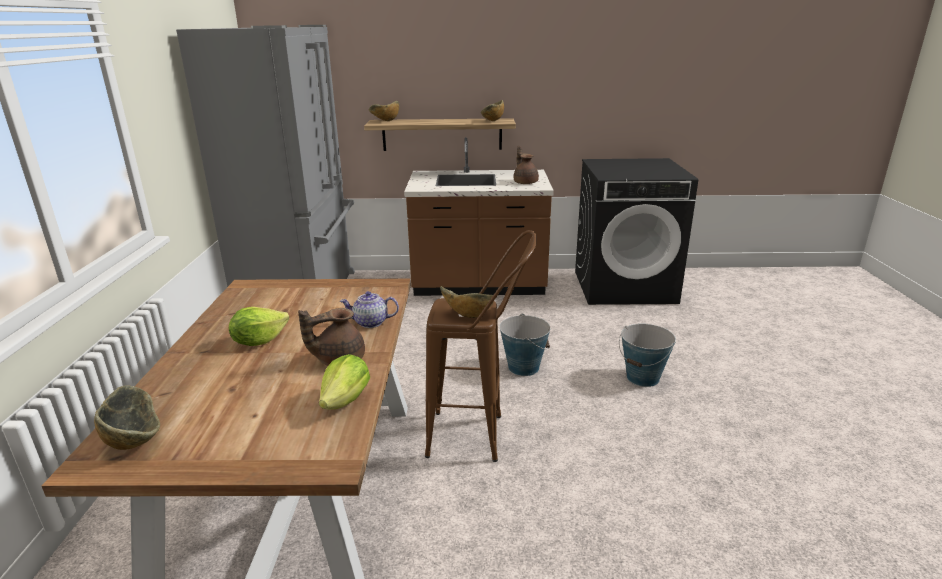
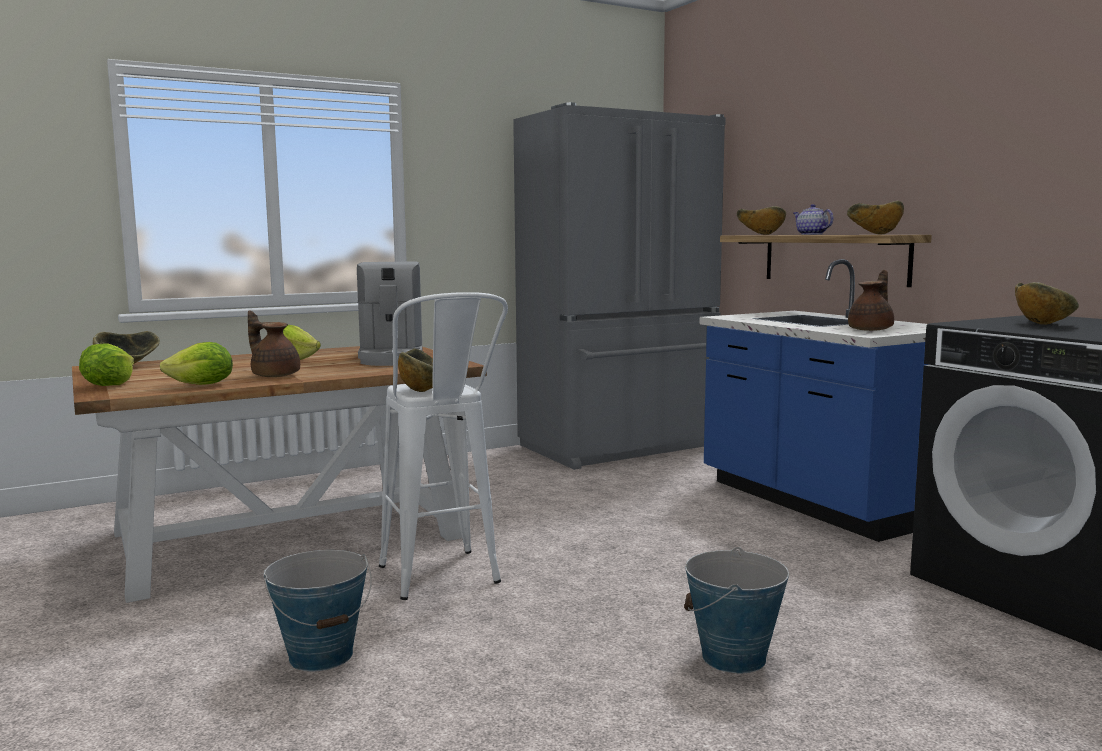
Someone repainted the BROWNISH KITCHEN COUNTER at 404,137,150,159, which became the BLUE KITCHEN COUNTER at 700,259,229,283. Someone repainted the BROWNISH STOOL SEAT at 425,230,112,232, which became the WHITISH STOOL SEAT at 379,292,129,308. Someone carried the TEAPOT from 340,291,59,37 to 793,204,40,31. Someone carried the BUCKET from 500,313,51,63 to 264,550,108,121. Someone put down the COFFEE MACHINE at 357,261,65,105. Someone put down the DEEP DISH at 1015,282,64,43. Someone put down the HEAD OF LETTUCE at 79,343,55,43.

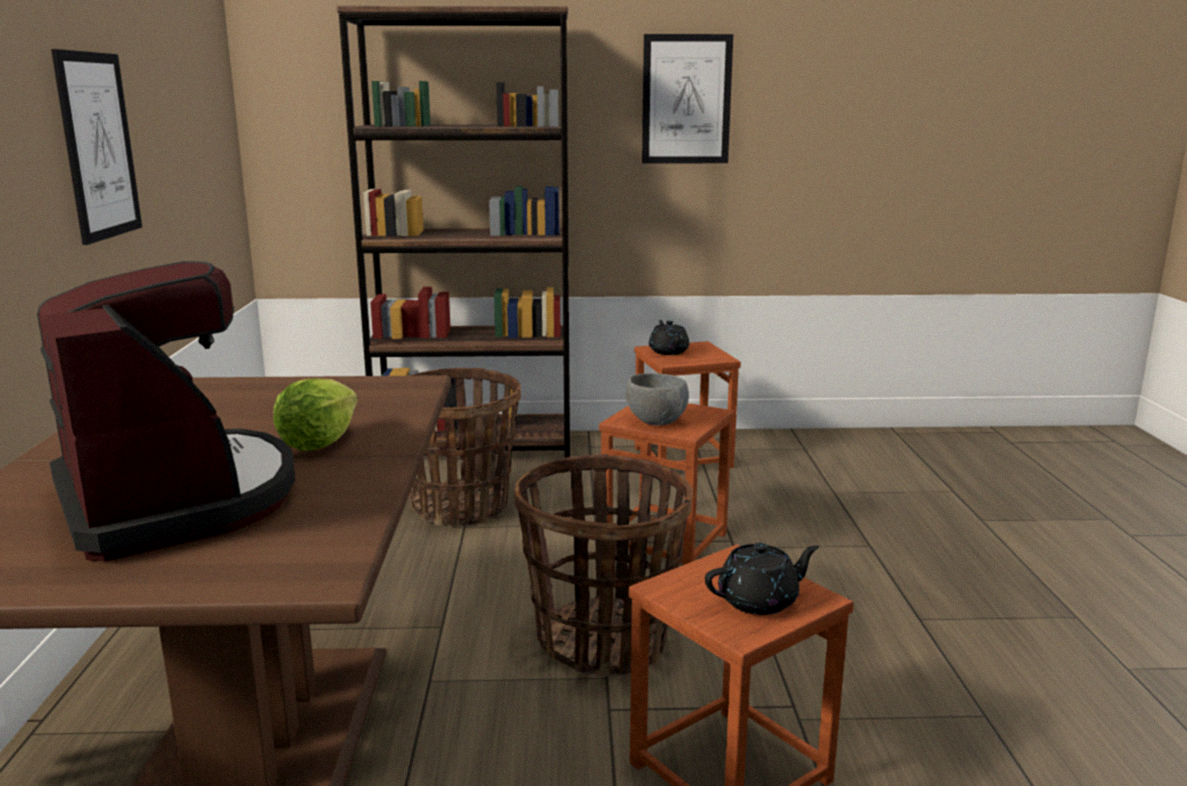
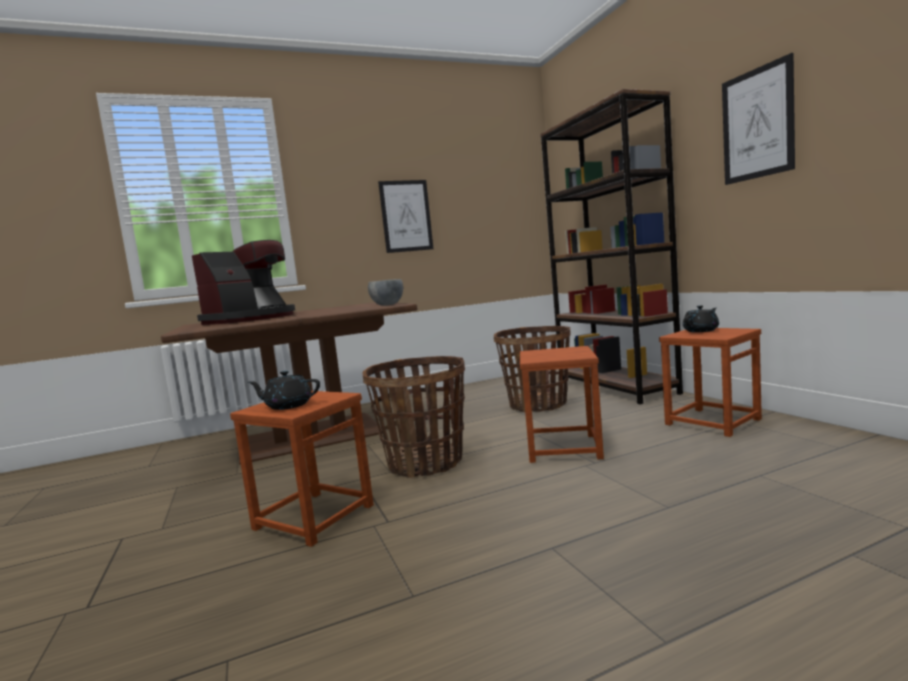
Someone carried the GRAY DEEP DISH from 625,373,64,52 to 368,279,35,27. Someone took away the HEAD OF LETTUCE at 273,378,85,73. Someone rotated the BLACK TEAPOT at 705,543,114,72 by 135 degrees clockwise.

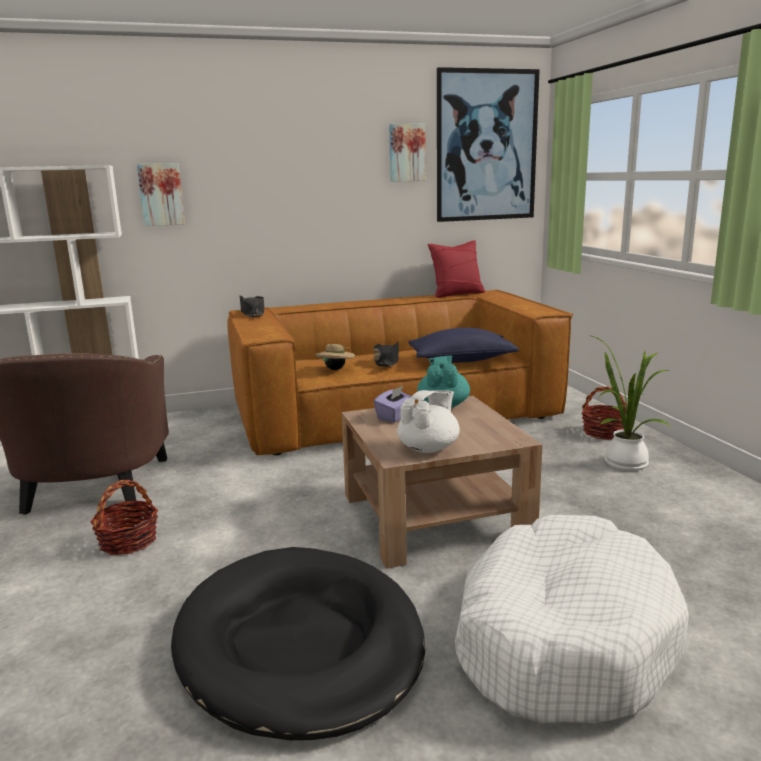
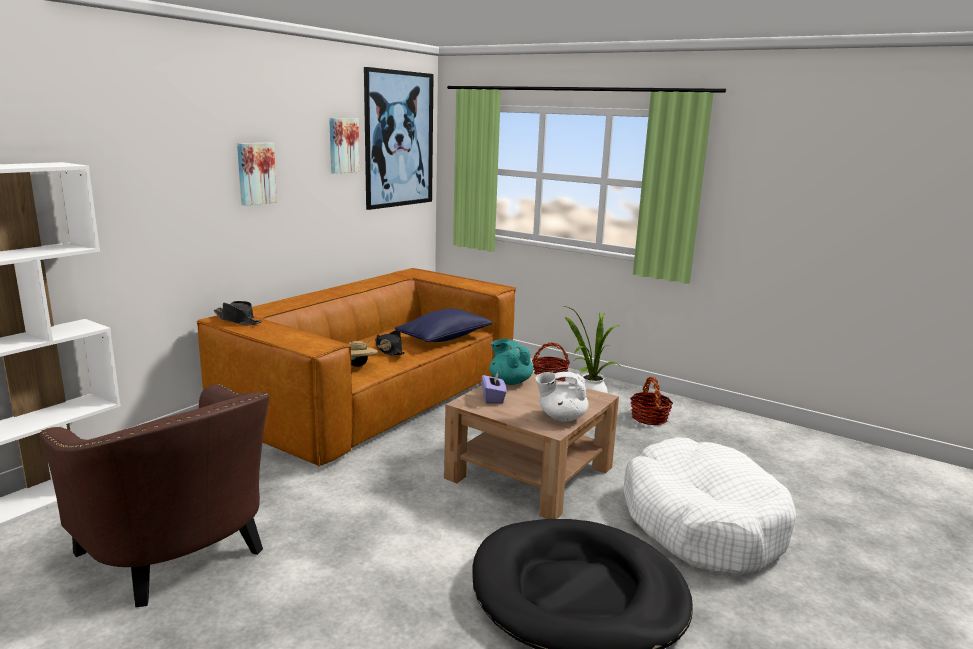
Someone carried the WALL PICTURE from 137,163,48,63 to 237,143,40,63. Someone took away the RED PILLOW at 428,240,57,58. Someone rotated the WHITISH TEAPOT at 397,390,63,63 by 90 degrees counterclockwise. Someone carried the BASKET from 90,480,68,75 to 630,377,43,48.

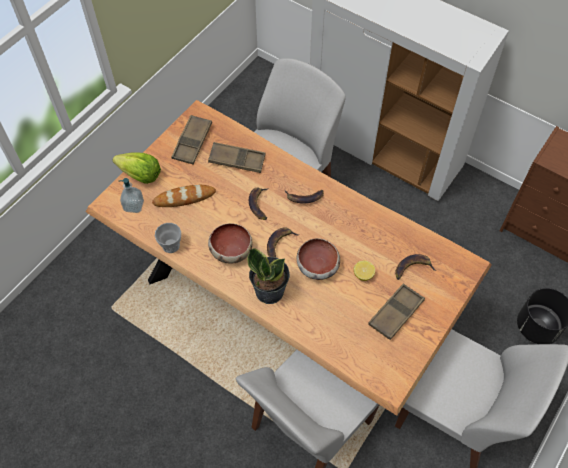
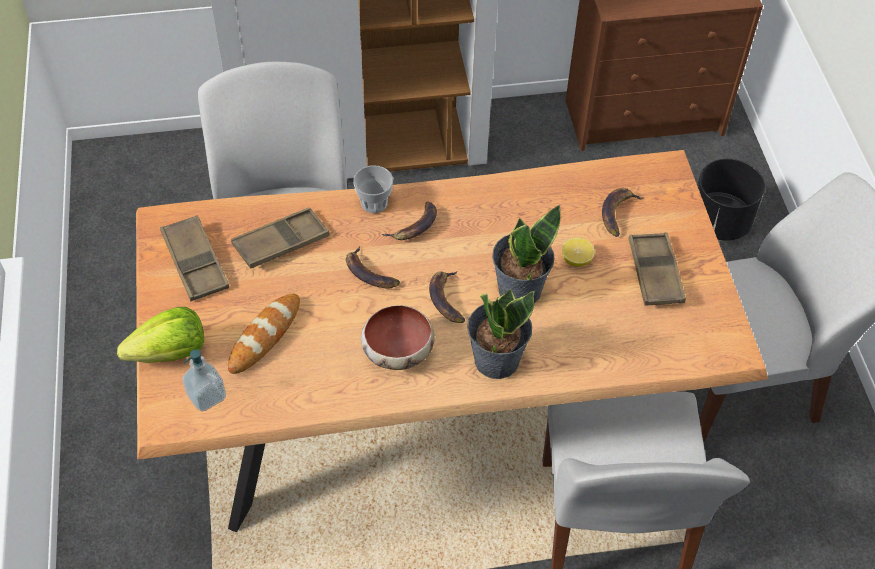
Someone carried the DRINKING CUP from 155,223,26,30 to 353,165,40,48. Someone swapped the DEEP DISH at 297,238,43,42 for the HOUSEPLANT at 492,205,69,99.

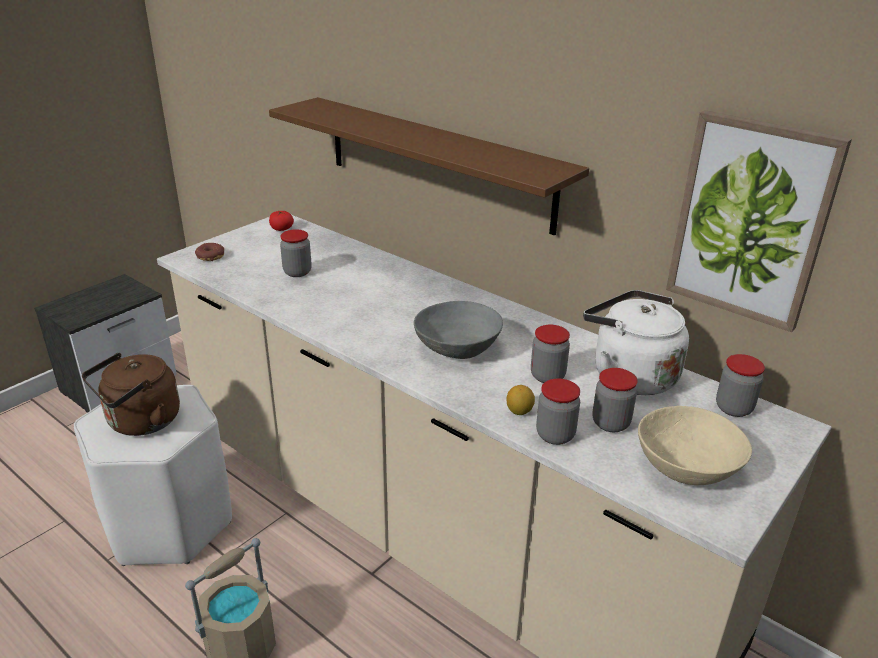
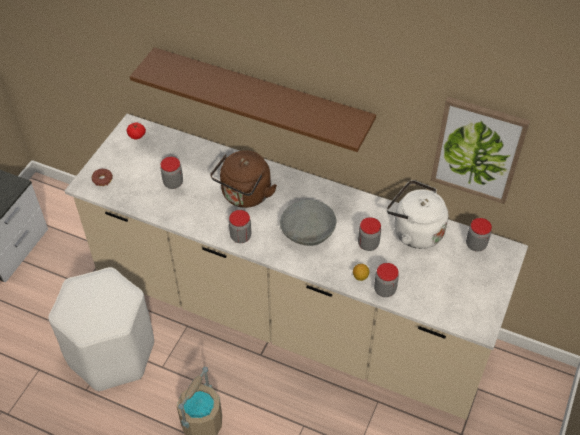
Someone carried the BROWNISH TEA KETTLE from 82,353,98,83 to 210,150,67,58. Someone carried the PRESERVE JAR from 593,368,45,64 to 229,210,22,33. Someone took away the BEIGE DEEP DISH at 638,406,114,79.

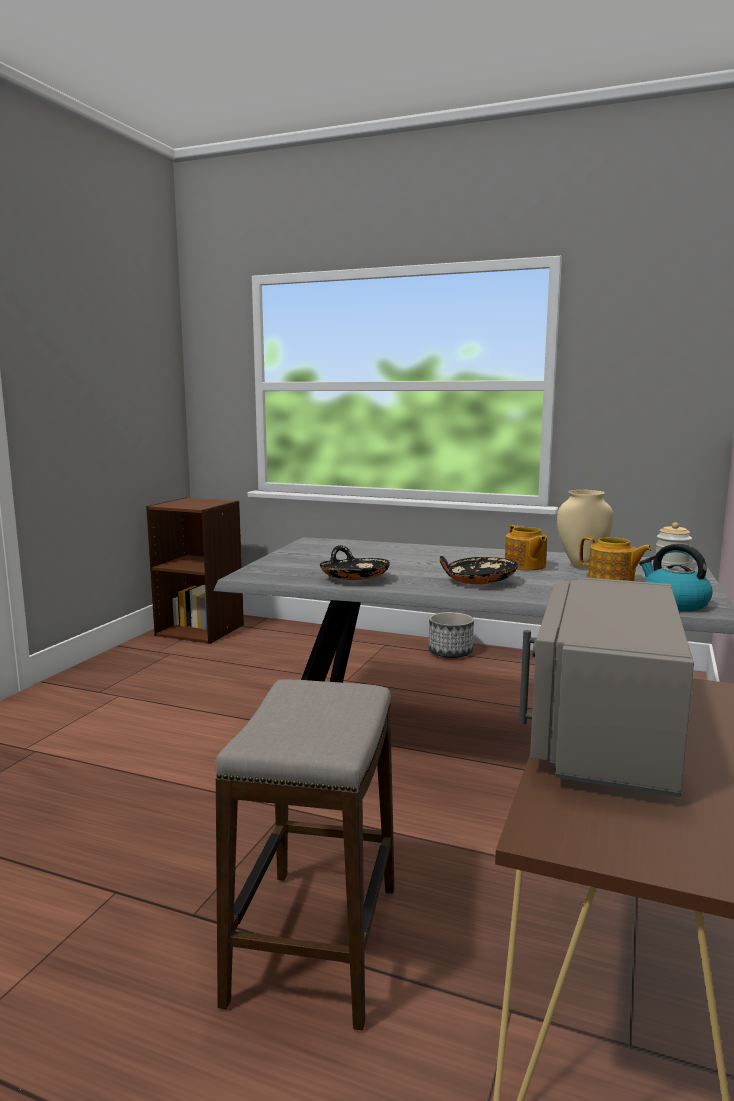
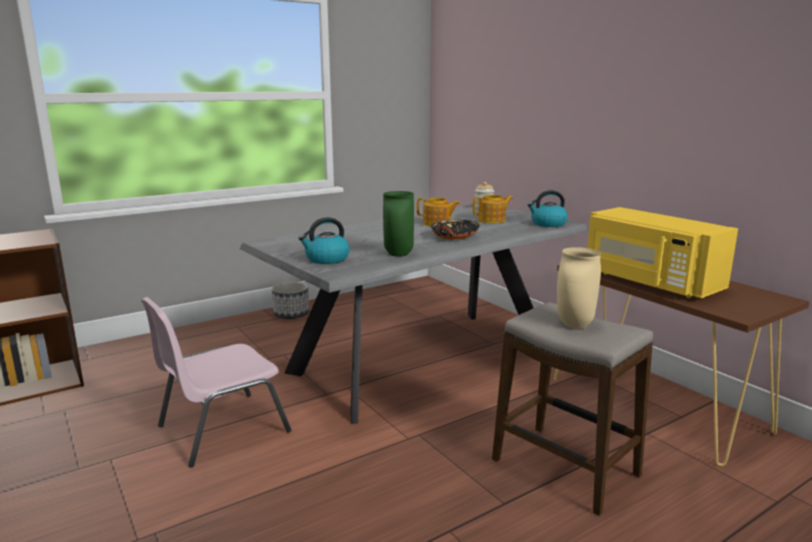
Someone carried the BEIGE VASE from 557,490,56,80 to 557,247,44,82. Someone swapped the BLACK DEEP DISH at 320,545,70,35 for the GREEN VASE at 383,191,31,66. Someone repainted the GRAY MICROWAVE at 519,577,175,220, which became the YELLOW-COLOURED MICROWAVE at 588,207,150,91. Someone put down the TEA KETTLE at 298,217,52,47. Someone put down the PINK-COLOURED PLAIN CHAIR at 141,297,150,170.

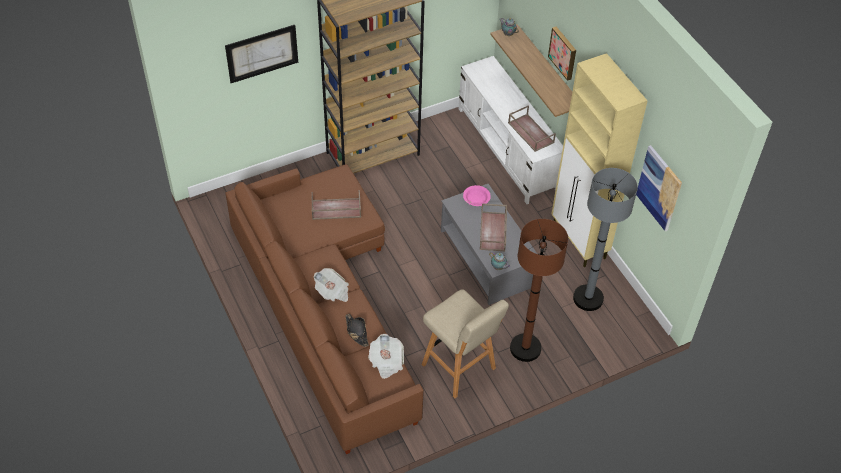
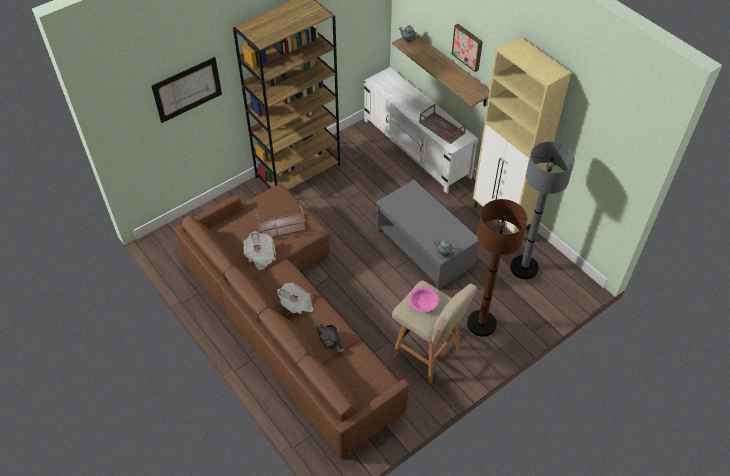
Someone took away the WALL PICTURE at 636,145,46,87. Someone carried the PINK-COLOURED DEEP DISH from 463,185,28,21 to 409,287,30,25. Someone took away the BROWNISH SERVING TRAY at 480,203,27,49. Someone carried the DAILY PAPER from 368,334,36,45 to 243,231,33,39.

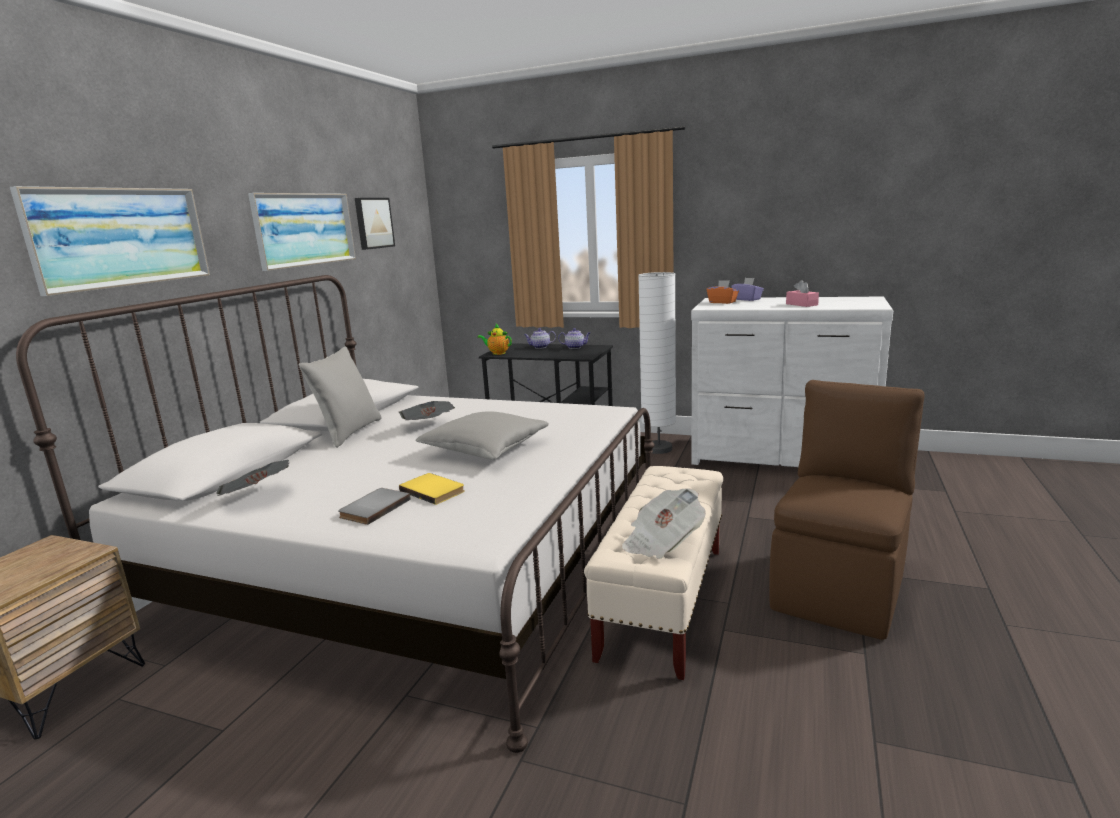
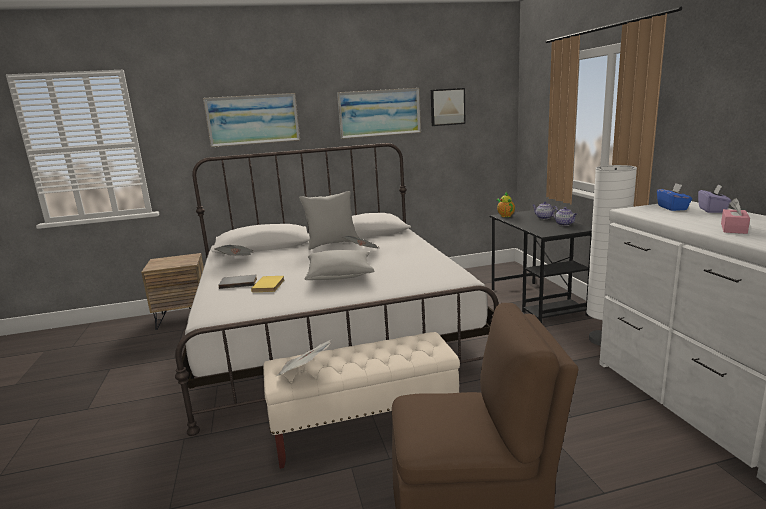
Someone repainted the ORANGE-COLOURED TISSUE BOX at 707,280,32,24, which became the BLUE TISSUE BOX at 657,183,35,28.

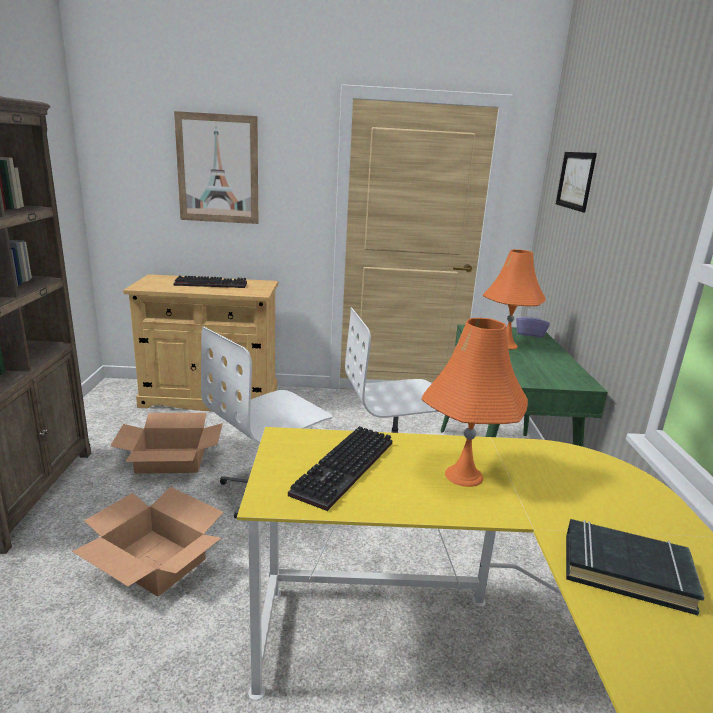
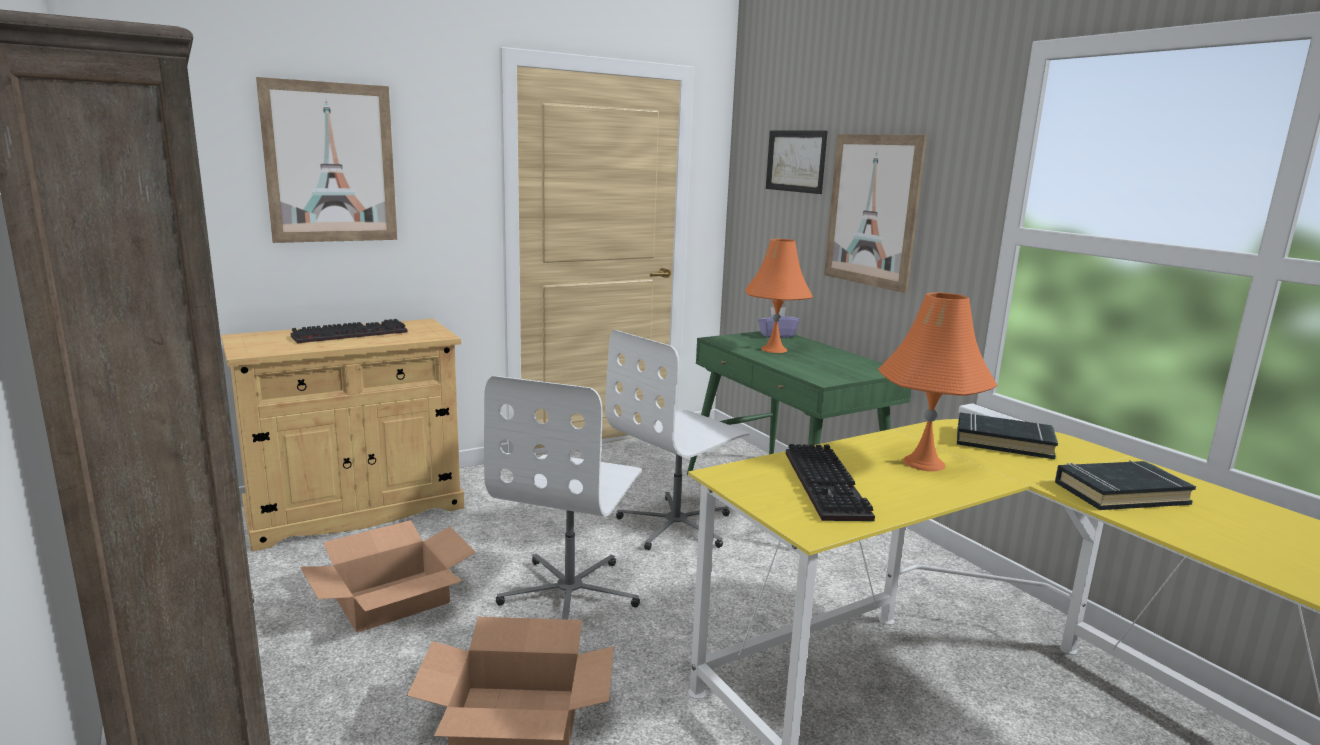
Someone put up the WALL PICTURE at 824,134,103,159. Someone put down the BLACK BOOK at 957,413,101,46.

